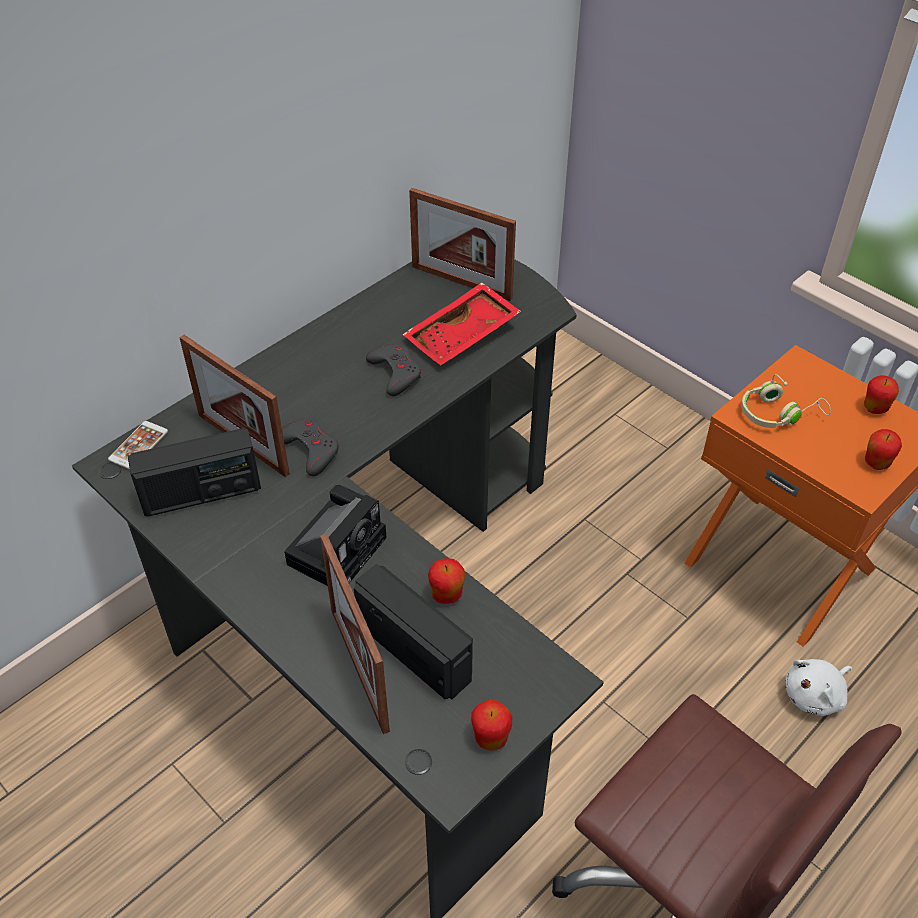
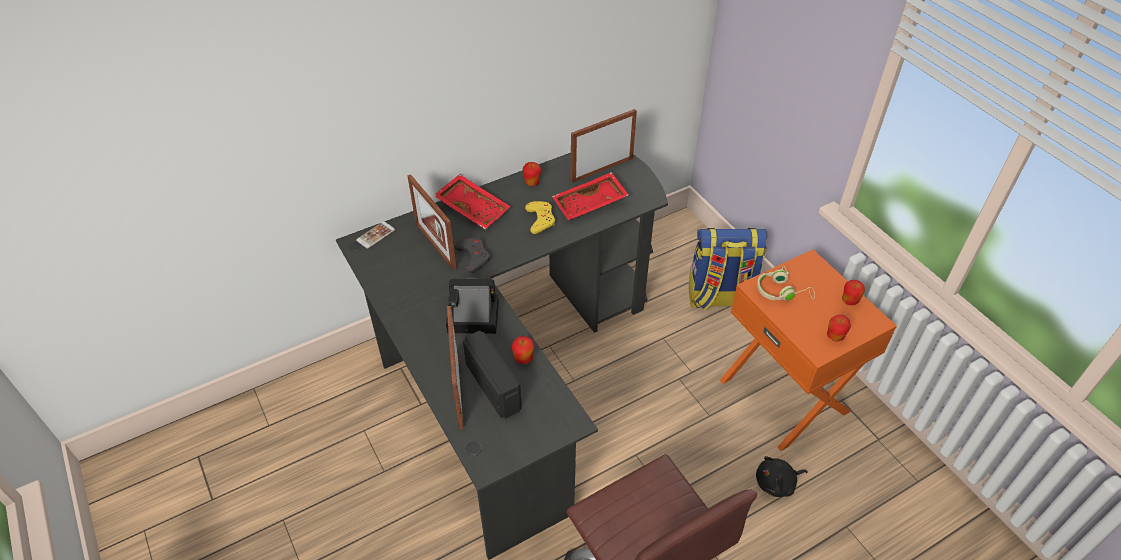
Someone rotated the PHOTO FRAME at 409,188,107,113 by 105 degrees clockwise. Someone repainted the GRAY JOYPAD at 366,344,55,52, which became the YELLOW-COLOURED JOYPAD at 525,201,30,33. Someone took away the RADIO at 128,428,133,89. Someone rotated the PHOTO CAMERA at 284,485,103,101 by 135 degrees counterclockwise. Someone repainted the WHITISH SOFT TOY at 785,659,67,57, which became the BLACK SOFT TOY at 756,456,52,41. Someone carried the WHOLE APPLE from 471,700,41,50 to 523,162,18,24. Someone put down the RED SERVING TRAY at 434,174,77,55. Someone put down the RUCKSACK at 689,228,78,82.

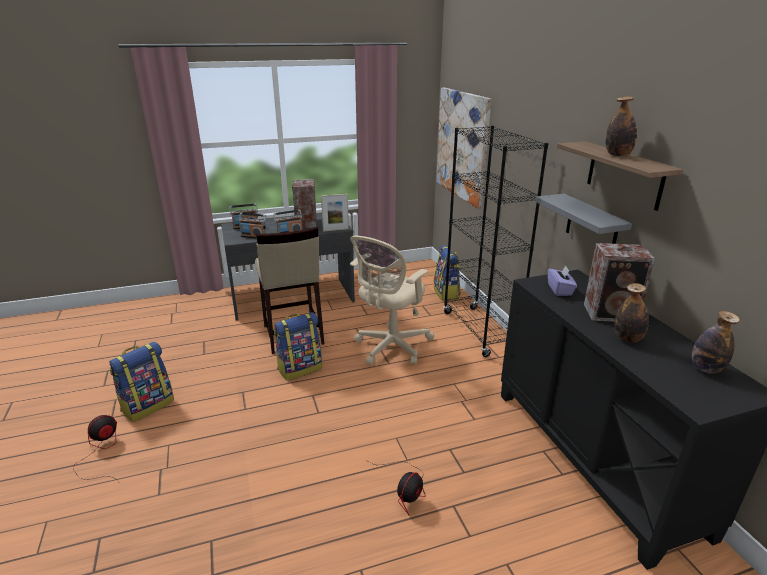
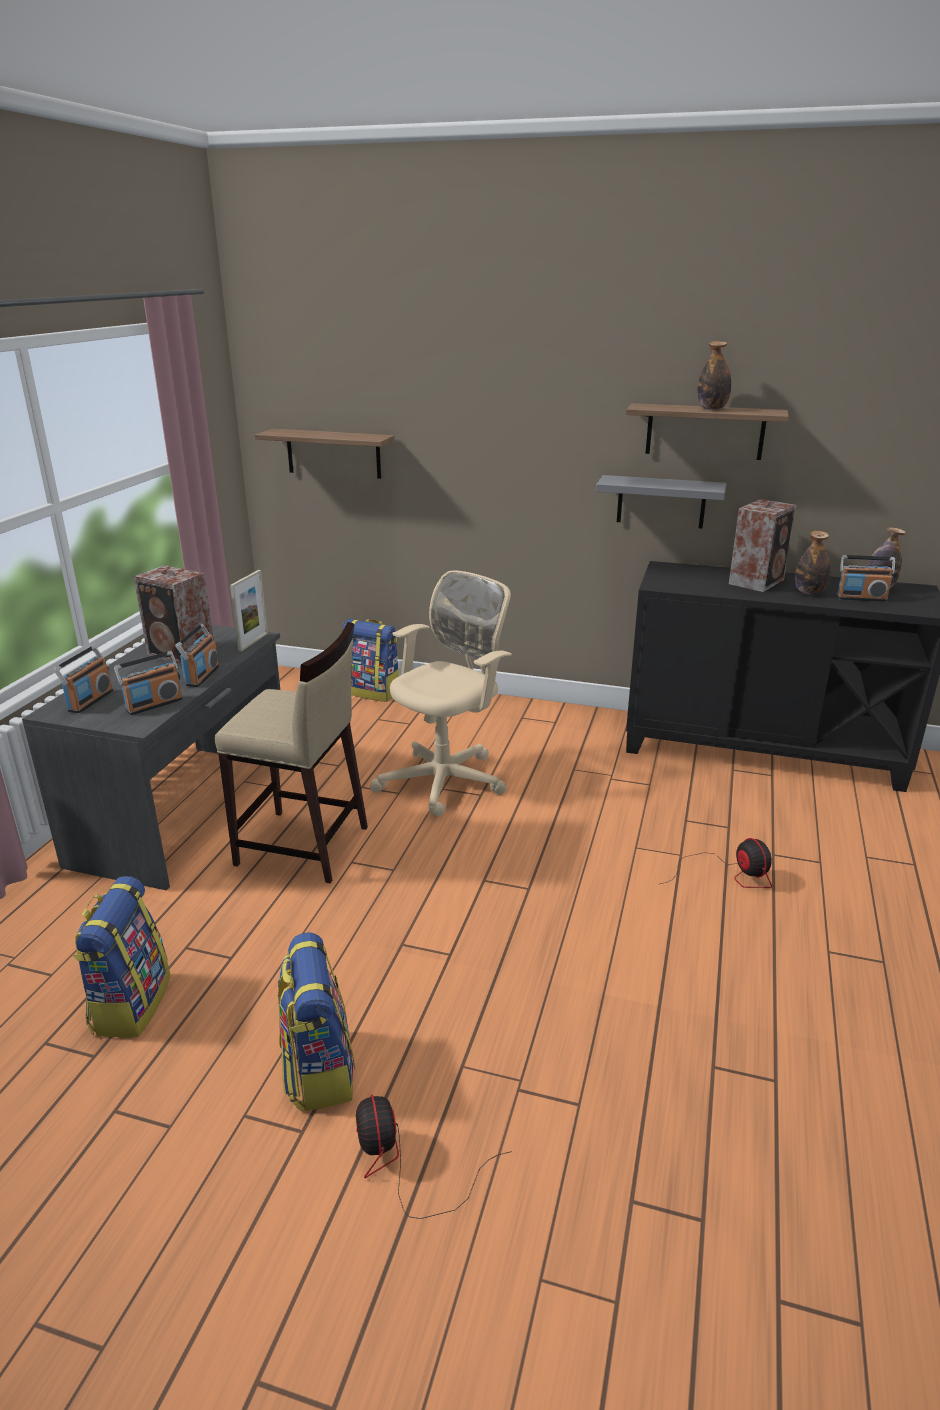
Someone swapped the WALL PICTURE at 436,88,55,120 for the WALL SHELF at 255,429,140,50. Someone took away the BLACK BOOKSHELF at 443,125,105,232. Someone rotated the BEIGE OFFICE CHAIR at 350,236,84,129 by 120 degrees counterclockwise. Someone took away the PURPLE-COLOURED TISSUE BOX at 548,265,29,31. Someone carried the RUCKSACK from 274,312,48,69 to 73,876,97,161. Someone put down the RADIO at 836,555,59,47.

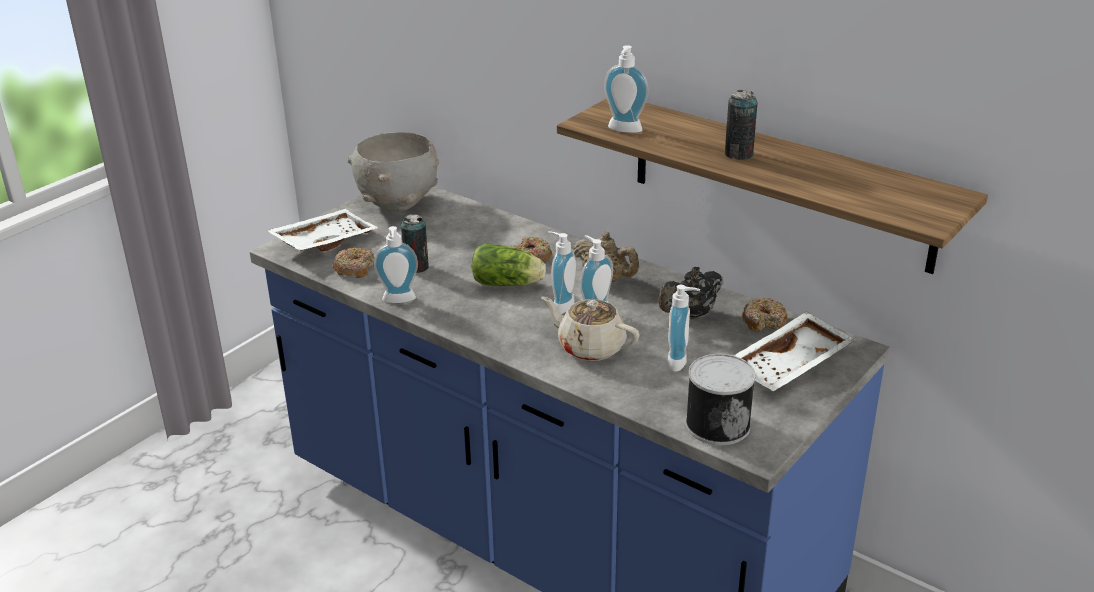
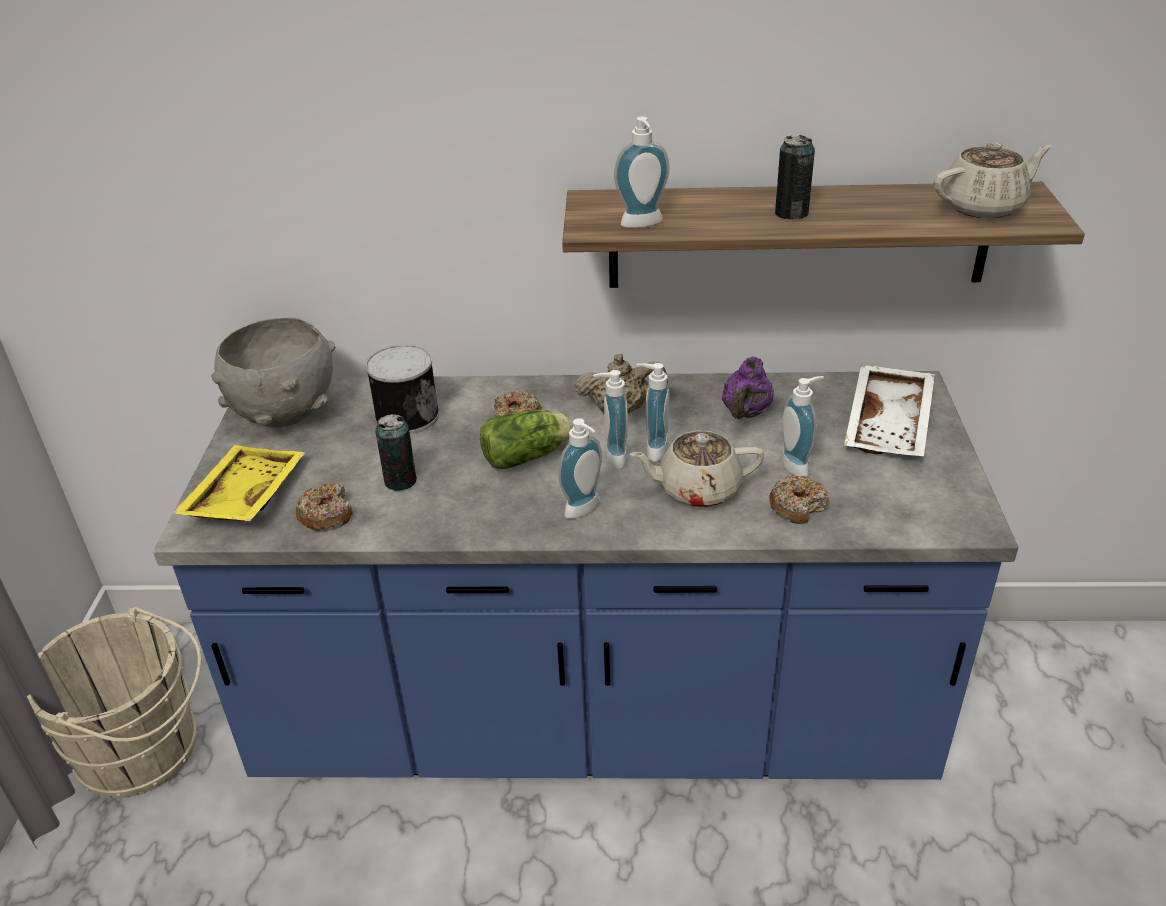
Someone repainted the WHITISH SERVING TRAY at 266,209,112,43, which became the YELLOW-COLOURED SERVING TRAY at 172,445,134,76. Someone carried the SOAP DISPENSER from 374,226,44,77 to 558,418,44,101. Someone repainted the BLACK TEAPOT at 658,267,66,53, which became the PURPLE-COLOURED TEAPOT at 722,356,51,63. Someone carried the RING DOUGHNUT from 742,298,46,33 to 769,475,60,49. Someone carried the METAL CAN from 686,354,70,91 to 366,345,73,89. Someone put down the BEIGE TEAPOT at 934,141,118,78. Someone put down the BEIGE BUCKET at 27,607,174,191.

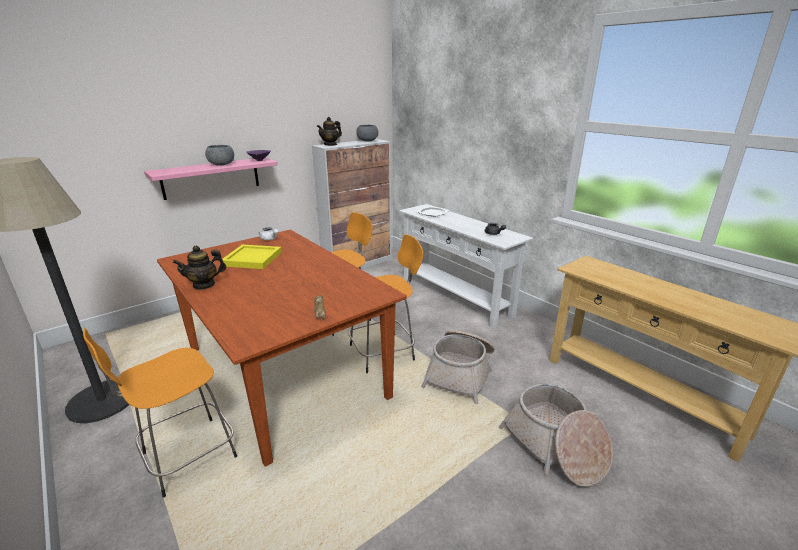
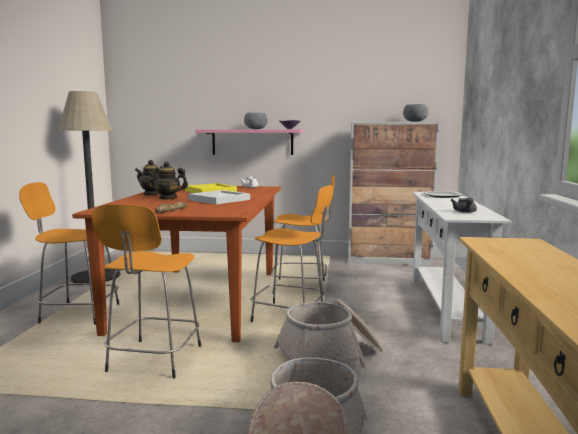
Someone carried the TEAPOT from 317,117,25,29 to 148,161,40,39. Someone put down the WHITISH SERVING TRAY at 188,190,62,15. Someone put down the ORANGE-COLOURED STOOL SEAT at 92,204,109,174.

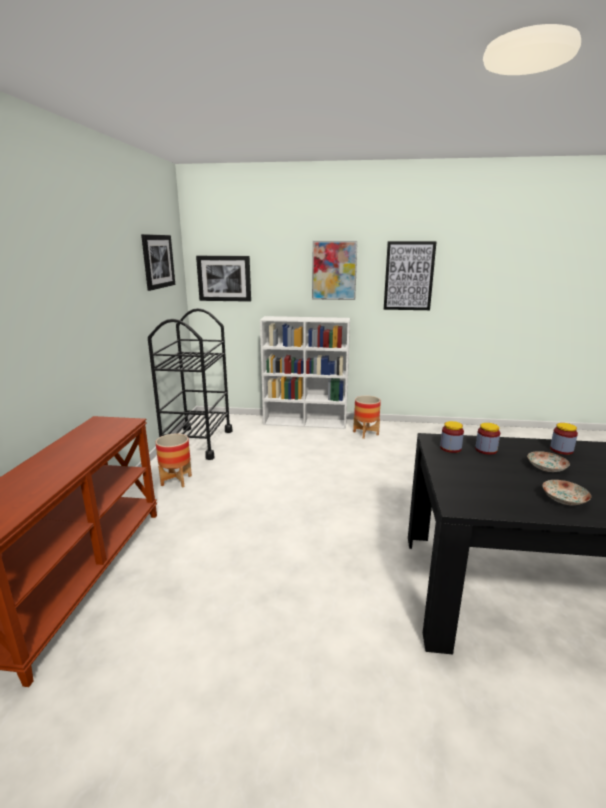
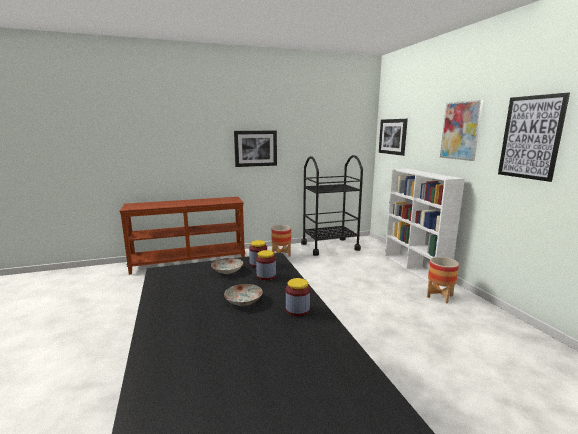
Someone carried the WALL PICTURE from 141,234,34,57 to 234,131,43,36. Someone carried the DINNER PLATE from 542,480,49,25 to 211,258,32,16.

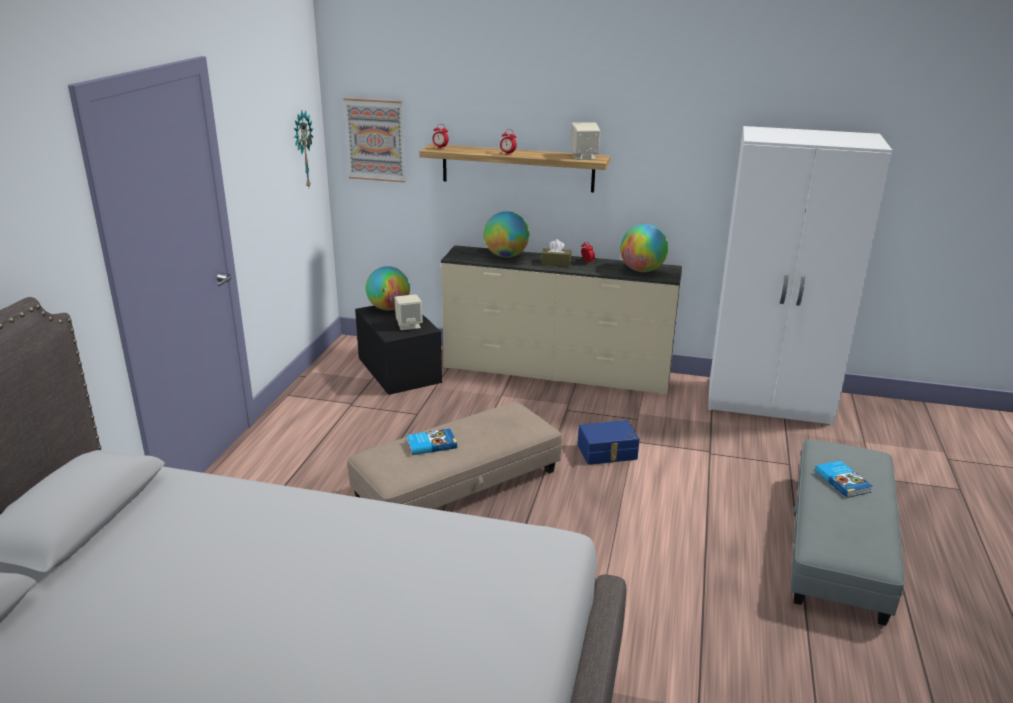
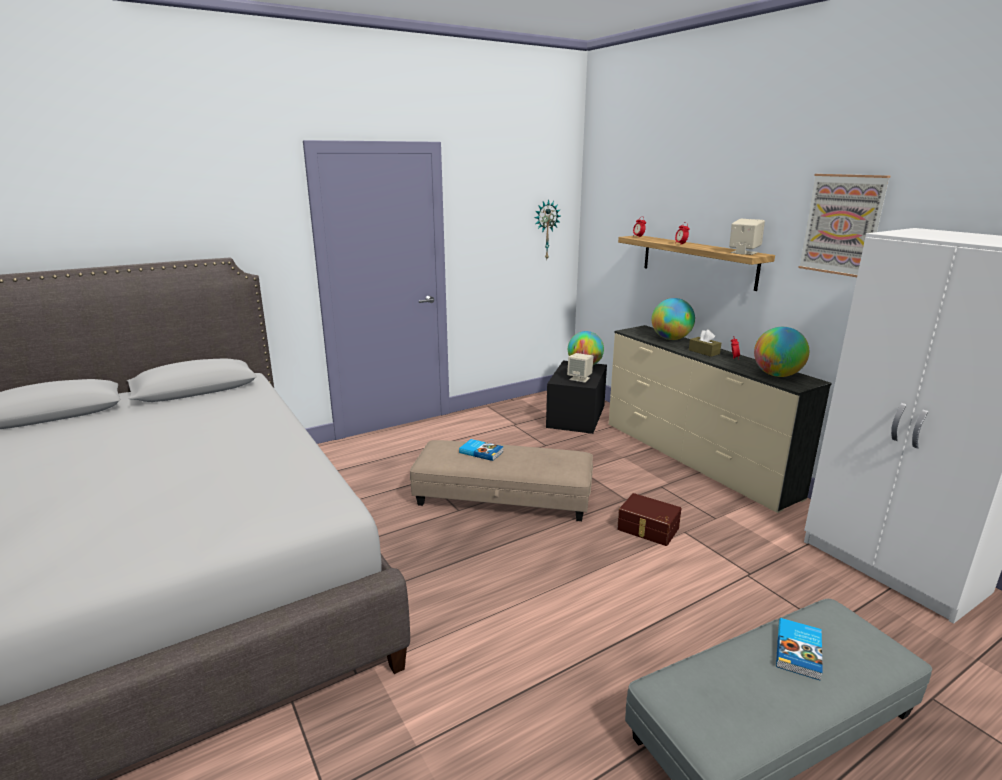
Someone carried the WALL PICTURE from 343,98,63,84 to 798,174,92,103. Someone repainted the BLUE STORAGE BIN at 578,420,62,45, which became the BROWNISH STORAGE BIN at 617,493,64,53.

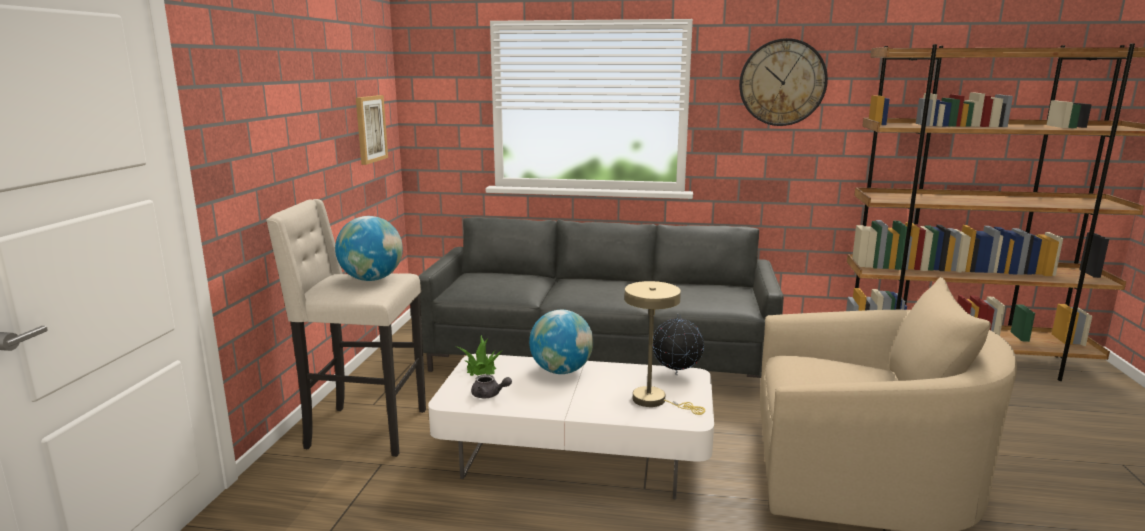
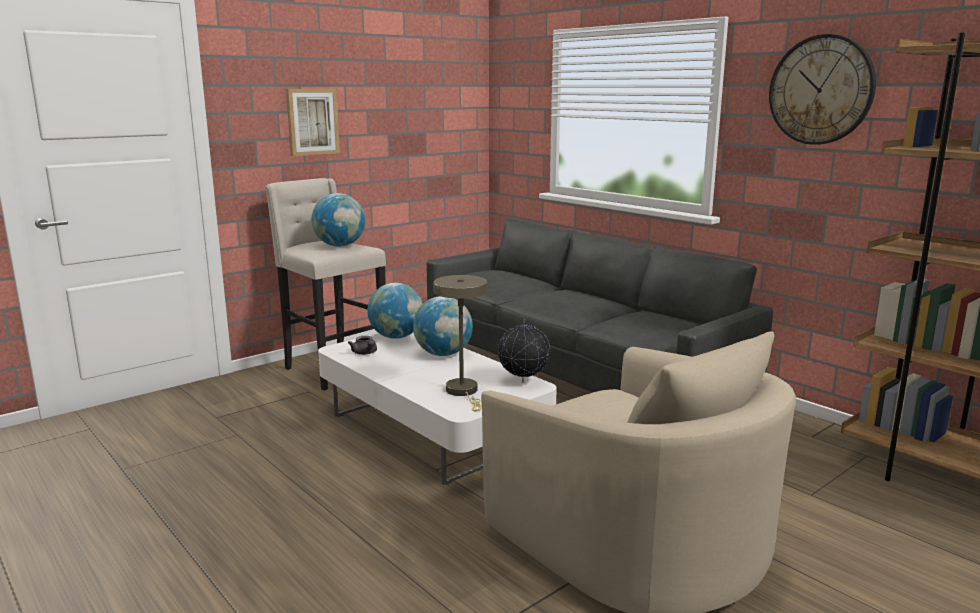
Someone carried the WALL PICTURE from 356,95,32,70 to 286,89,54,67. Someone swapped the HOUSEPLANT at 456,334,47,42 for the DESK GLOBE at 367,283,56,56.

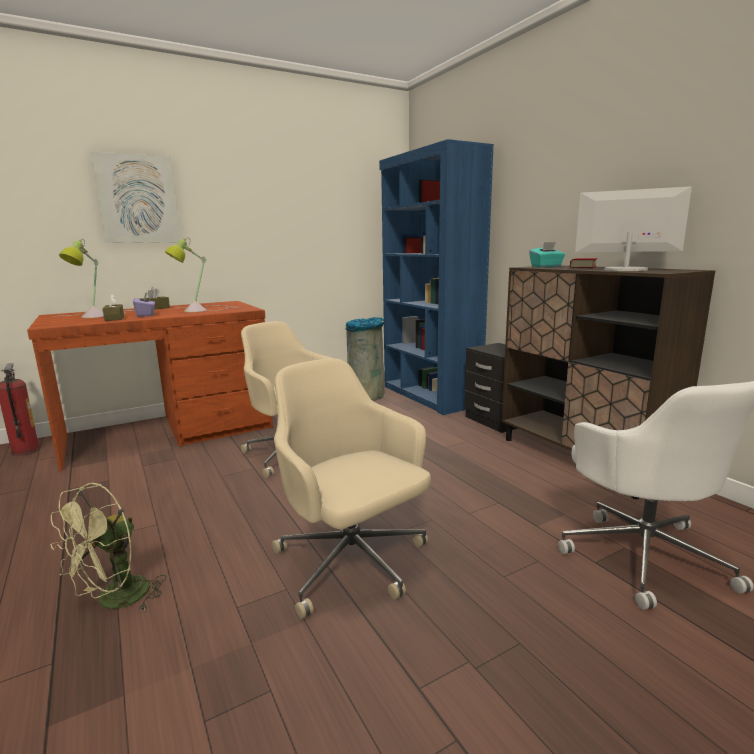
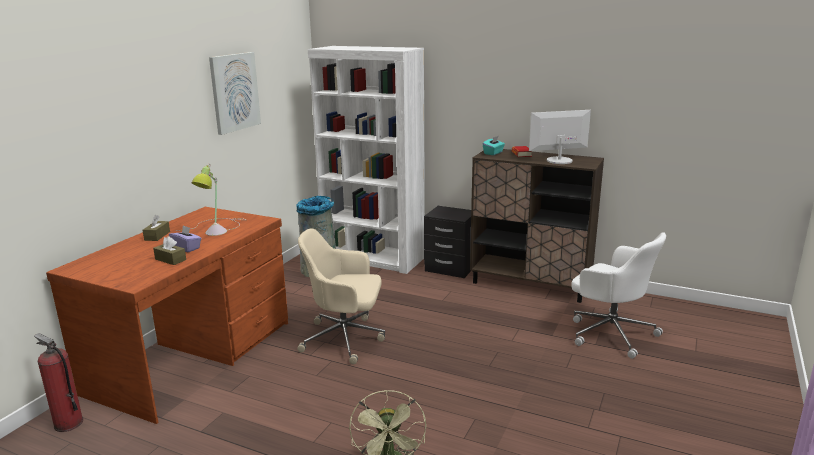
Someone repainted the BLUE BOOKSHELF at 379,139,115,276, which became the WHITISH BOOKSHELF at 308,46,117,228. Someone carried the WALL PICTURE from 91,151,90,92 to 209,52,52,83. Someone took away the TABLETOP LAMP at 53,239,81,79. Someone took away the BEIGE OFFICE CHAIR at 272,359,159,260.

